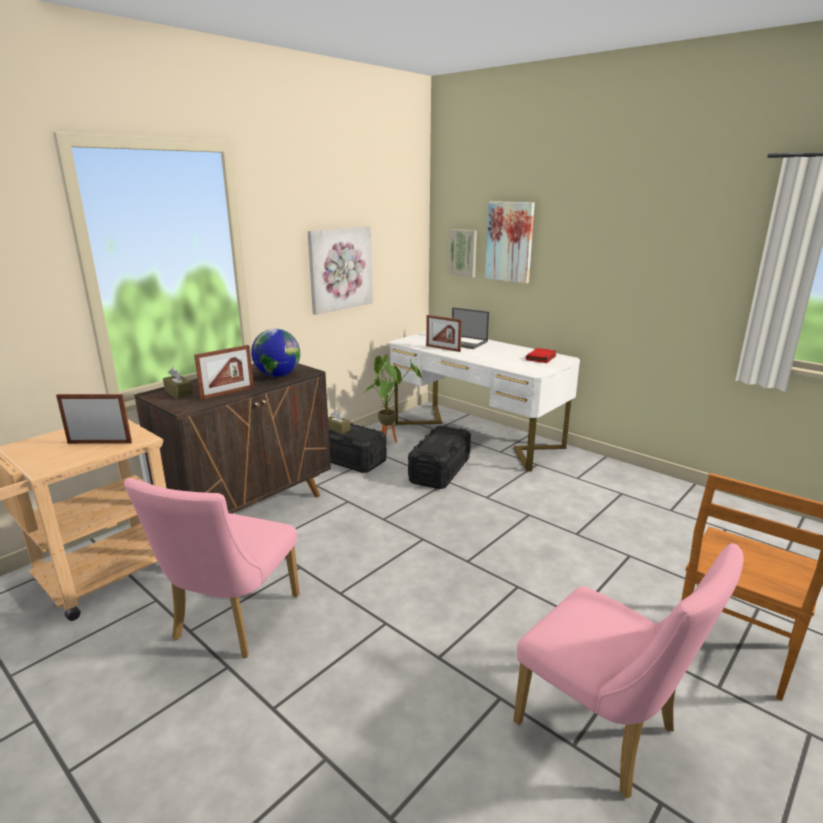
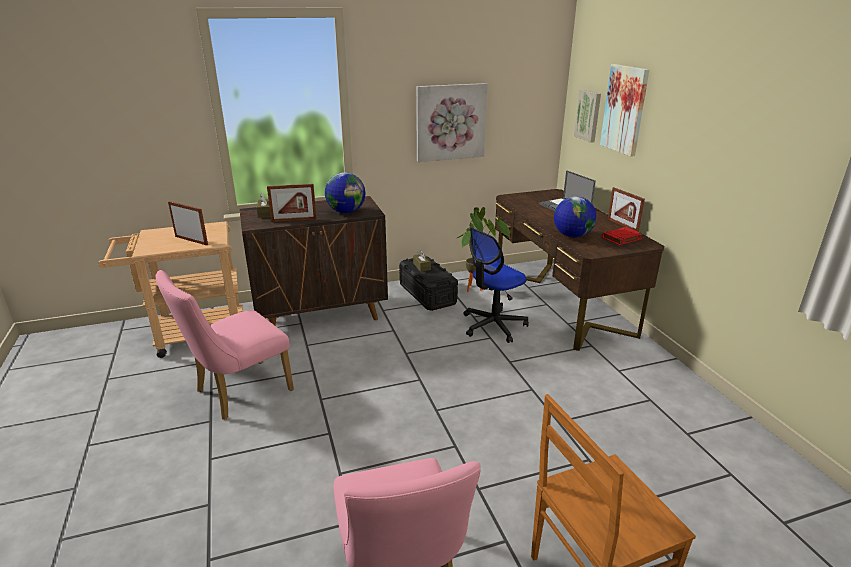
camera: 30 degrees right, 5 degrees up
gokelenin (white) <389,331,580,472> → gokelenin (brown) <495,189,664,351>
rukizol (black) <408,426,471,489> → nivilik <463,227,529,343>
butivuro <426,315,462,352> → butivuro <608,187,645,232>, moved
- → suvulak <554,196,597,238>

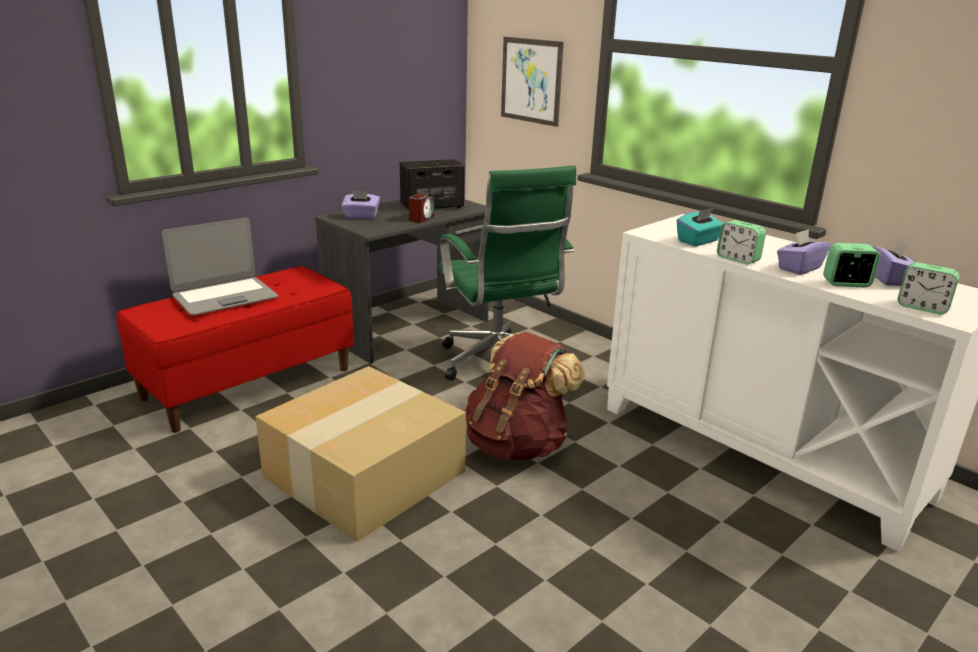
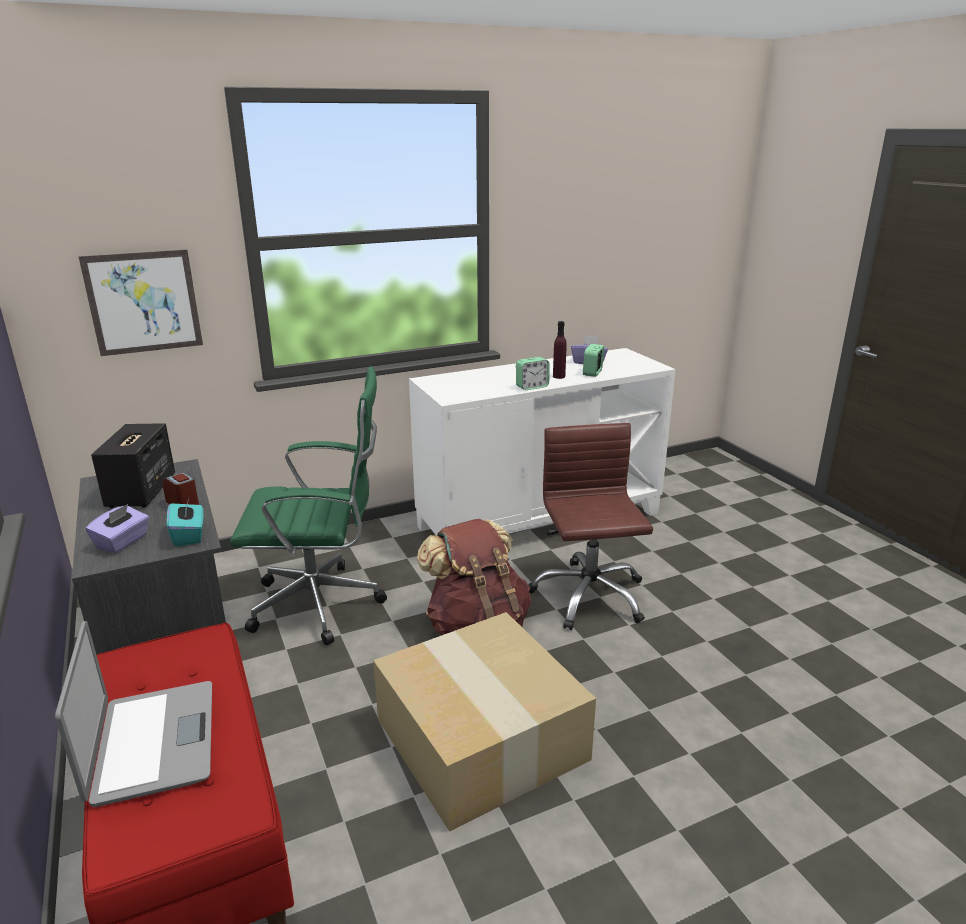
camera: 70 degrees left, 0 degrees up
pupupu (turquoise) <677,208,724,246> → pupupu (turquoise) <167,498,204,547>, moved
pupupu (purple) <777,229,830,275> → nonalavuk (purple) <553,321,567,379>
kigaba <898,262,960,314> → -
- → nivilik (brown) <528,423,653,630>

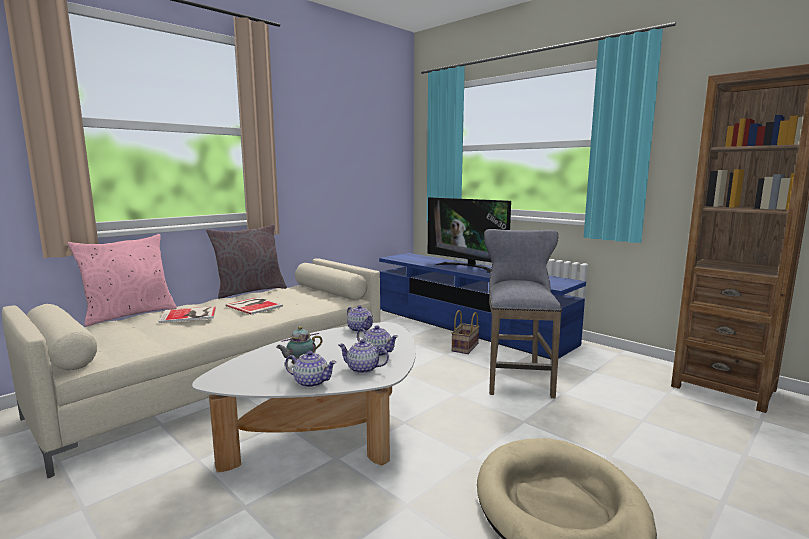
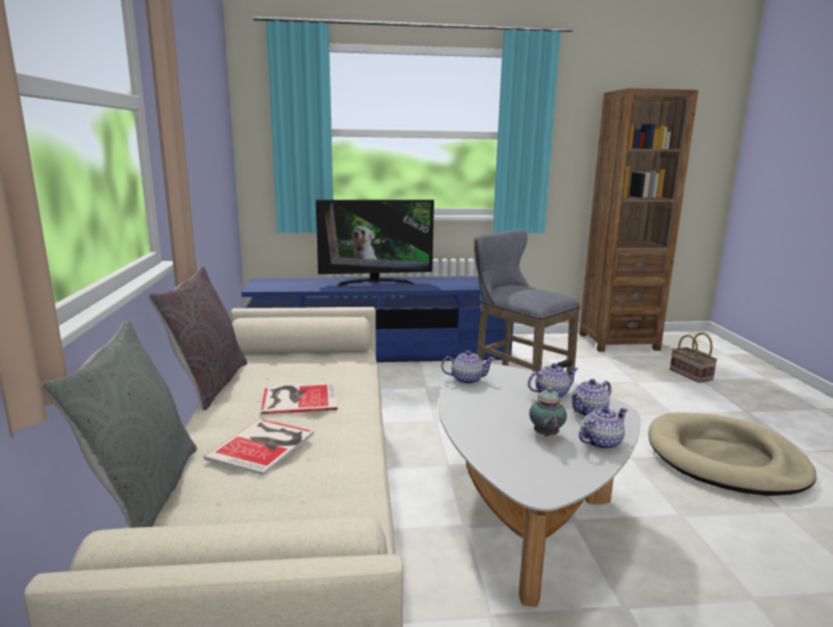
camera: 50 degrees left, 5 degrees up
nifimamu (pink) <67,234,177,327> → nifimamu (grey) <41,320,197,528>
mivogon <451,310,480,354> → mivogon <670,332,718,383>, moved

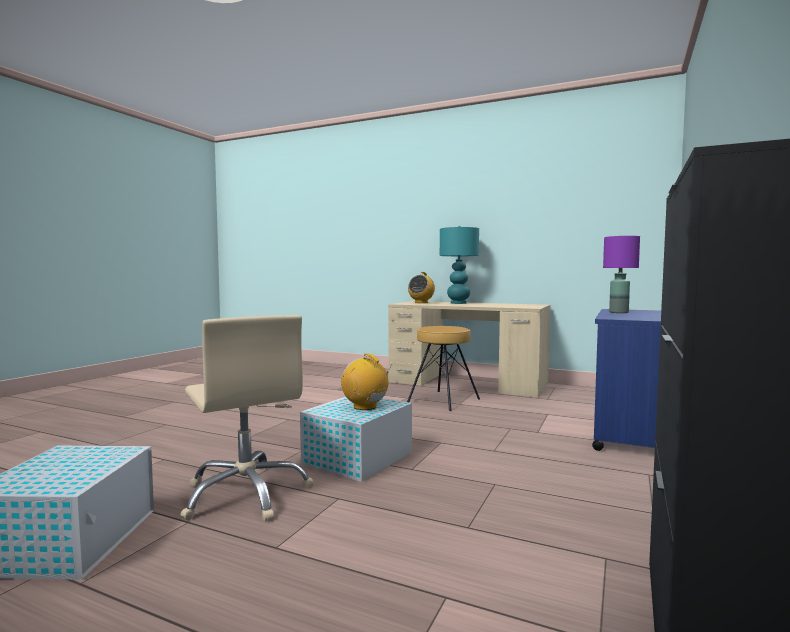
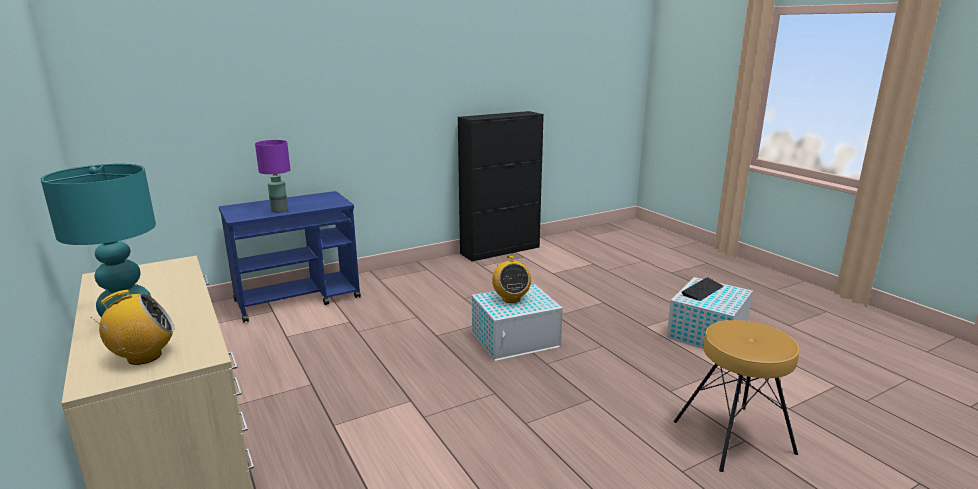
camera: 145 degrees left, 15 degrees up
nivilik (beige) <180,315,314,522> → -
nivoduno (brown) <407,326,480,411> → nivoduno (brown) <673,320,799,472>, moved
- → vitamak <682,277,723,301>

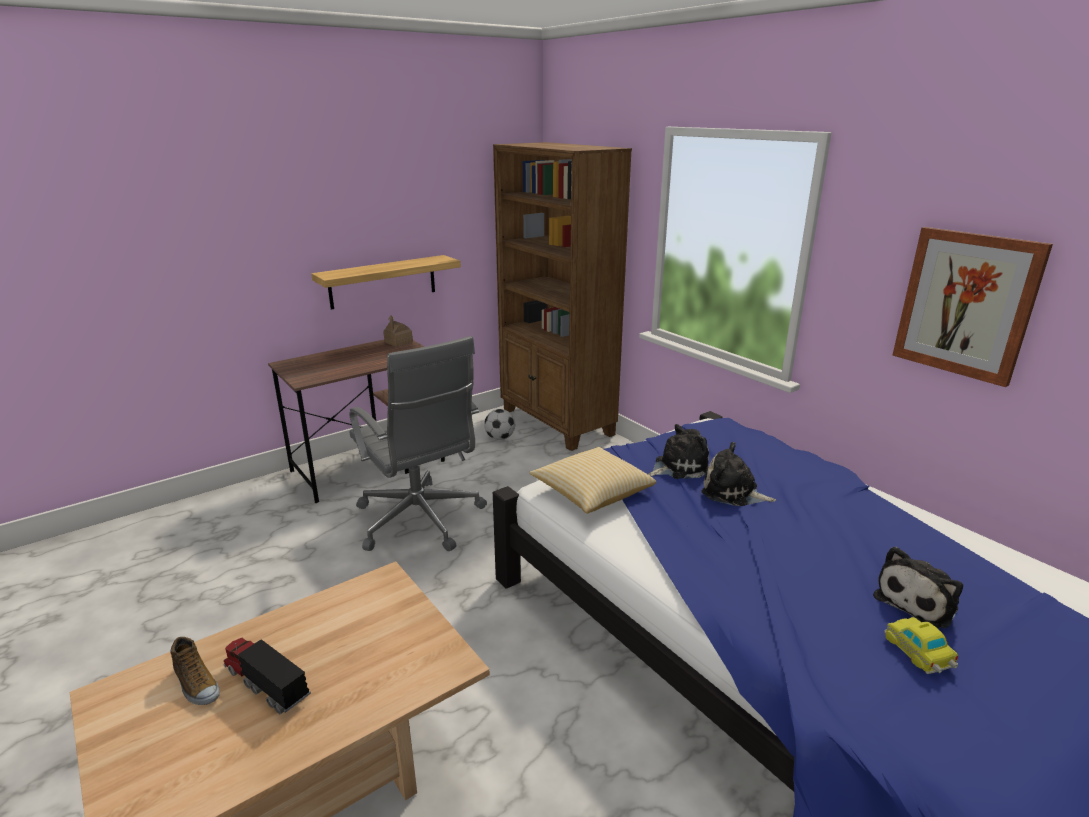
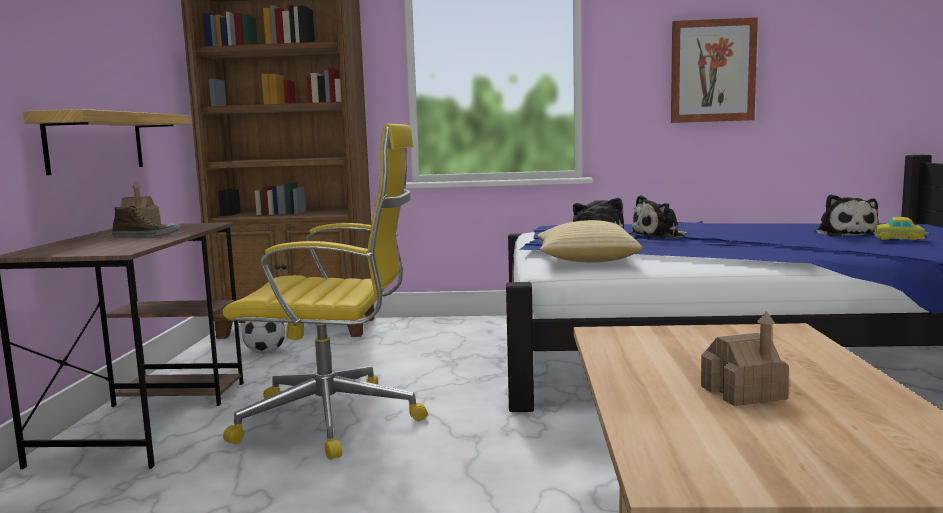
camera: 50 degrees left, 15 degrees down
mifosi <170,637,220,705> → mifosi <112,206,180,237>, moved
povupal <223,638,311,715> → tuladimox <701,311,789,406>
nivilik (grey) <349,336,487,551> → nivilik (yellow) <223,124,427,460>

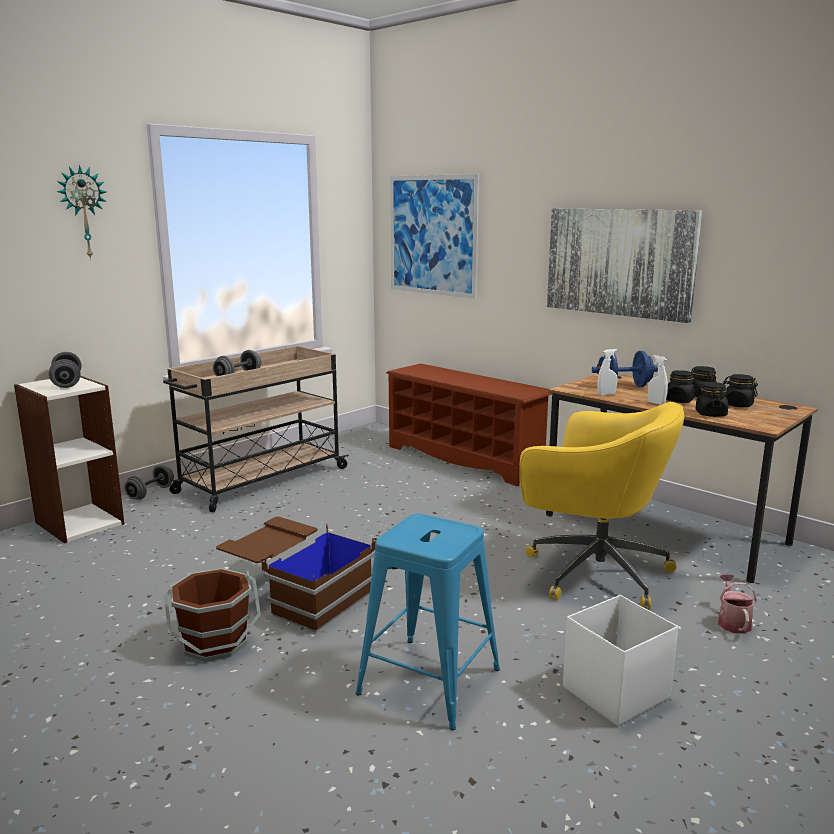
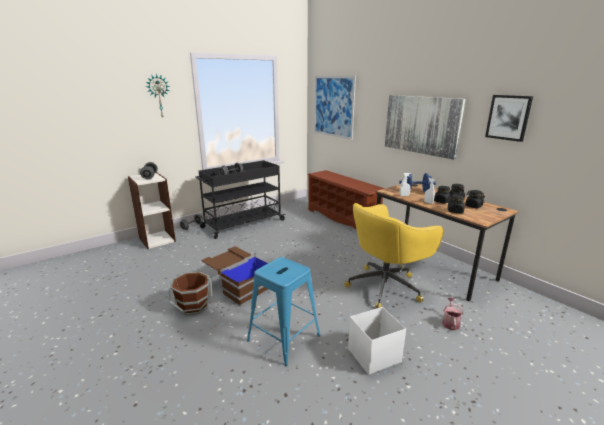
camera: 10 degrees right, 5 degrees up
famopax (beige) <163,346,349,512> → famopax (black) <195,160,285,239>
nivilik (yellow) <519,402,685,609> → nivilik (yellow) <344,203,444,309>, 105 degrees clockwise
- → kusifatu <485,95,533,142>

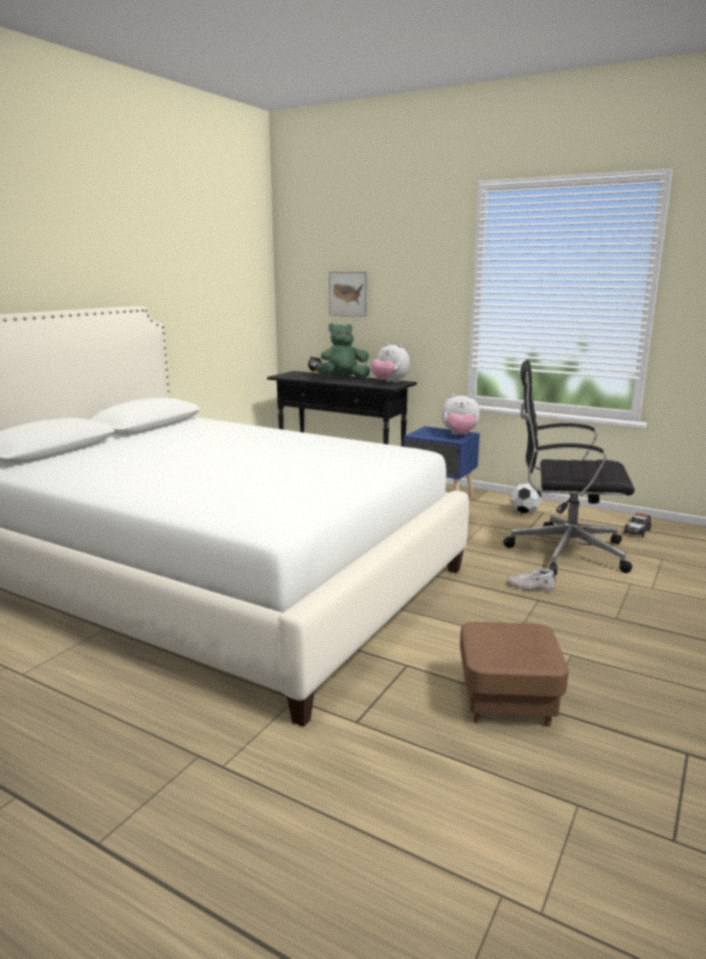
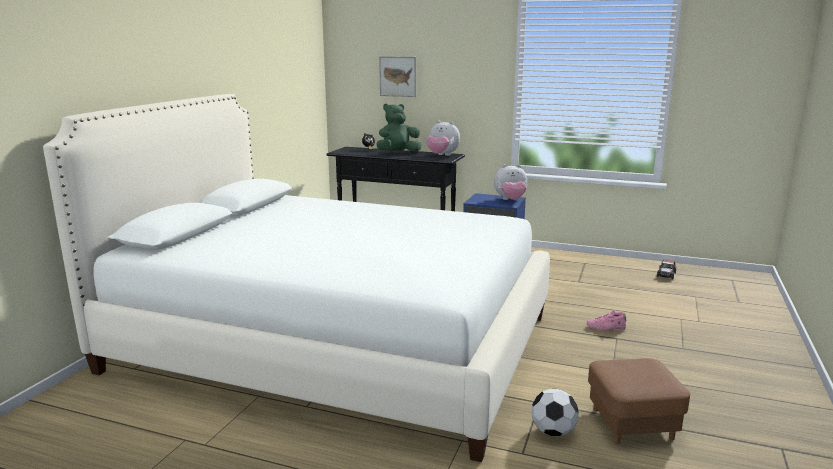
camera: 10 degrees left, 0 degrees up
nivilik (black) <503,359,635,575> → -
mifosi (white) <509,565,556,592> → mifosi (pink) <587,309,626,331>
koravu <511,483,542,513> → koravu <532,389,579,436>, moved

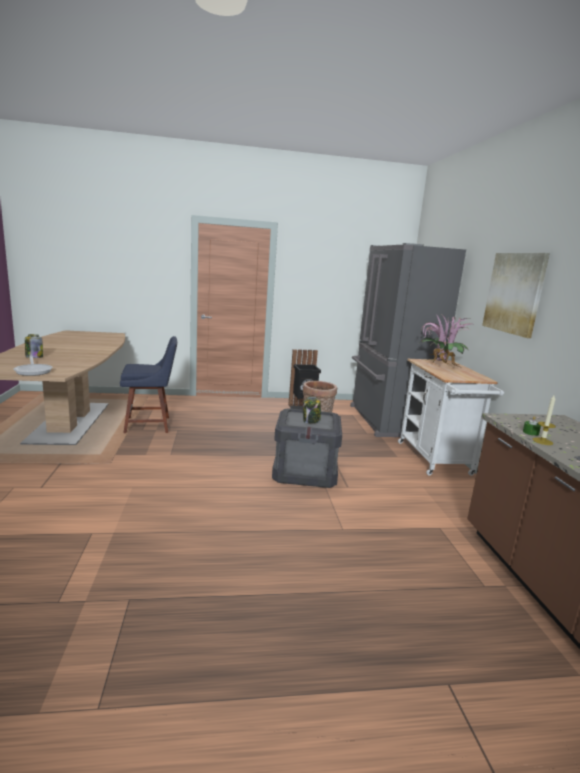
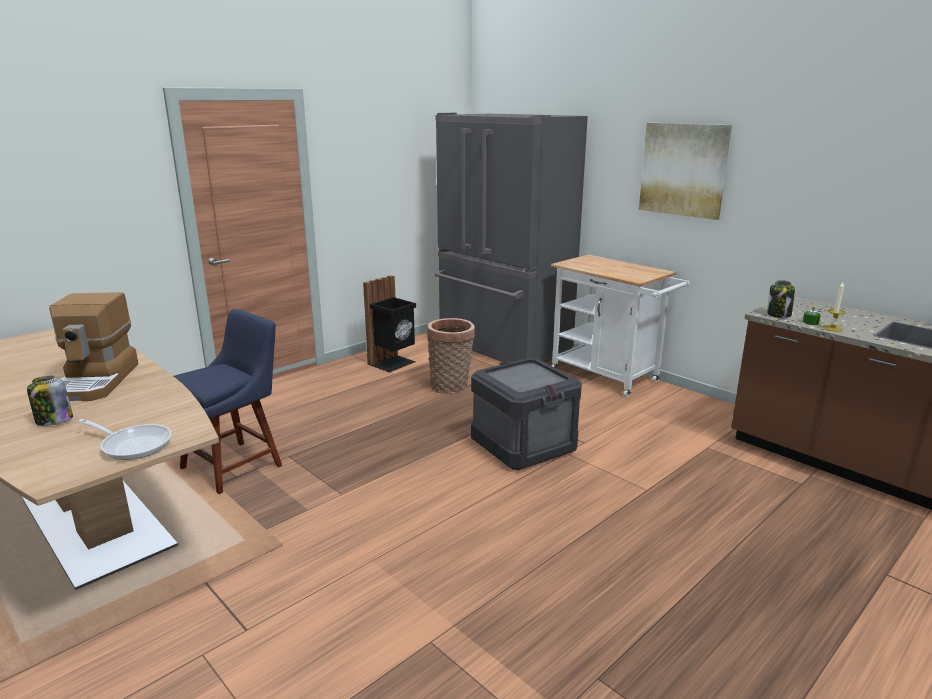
camera: 35 degrees left, 5 degrees up
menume <303,397,321,423> → menume <767,280,795,318>, moved
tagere <419,313,473,367> → -
- → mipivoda <49,292,138,401>

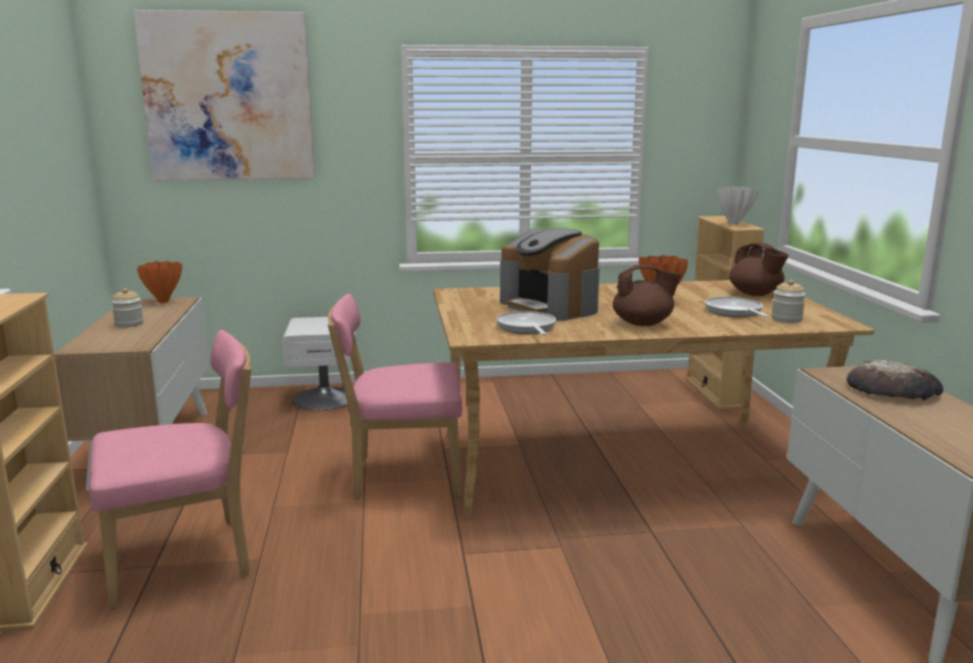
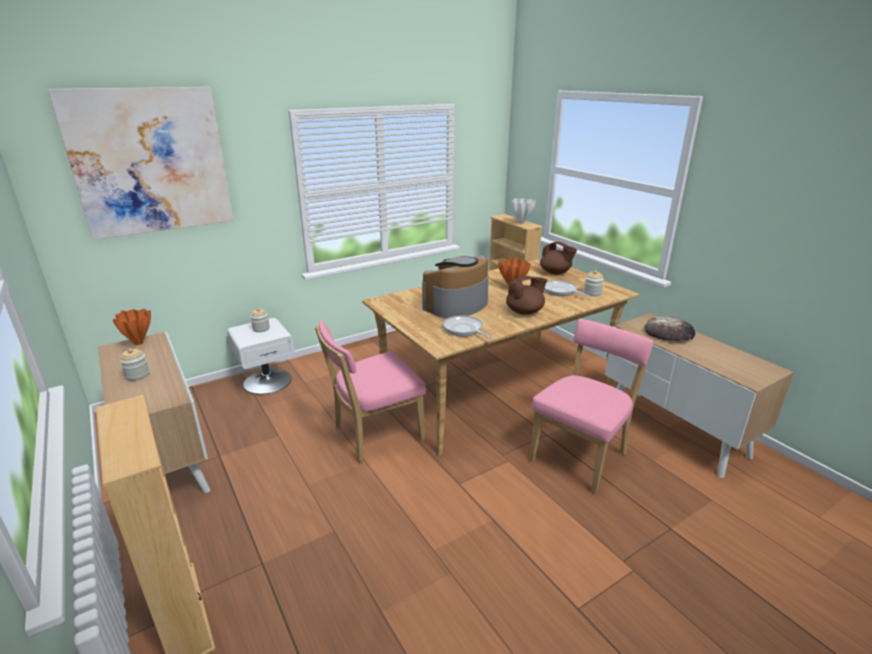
camera: 25 degrees left, 10 degrees up
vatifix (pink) <89,330,252,609> → vatifix (pink) <529,319,653,493>, moved
mipivoda <500,228,600,321> → mipivoda <422,255,489,319>, 105 degrees clockwise
- → menume <250,308,270,332>

